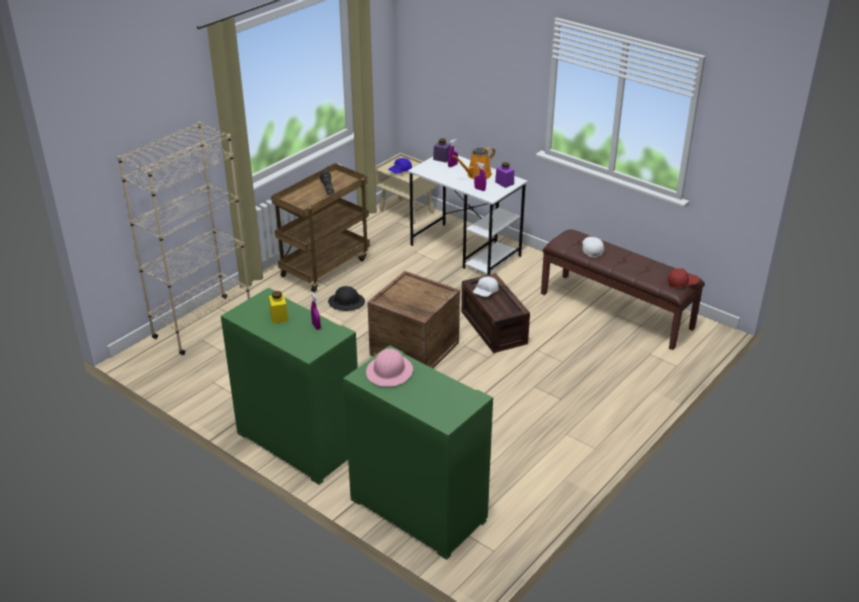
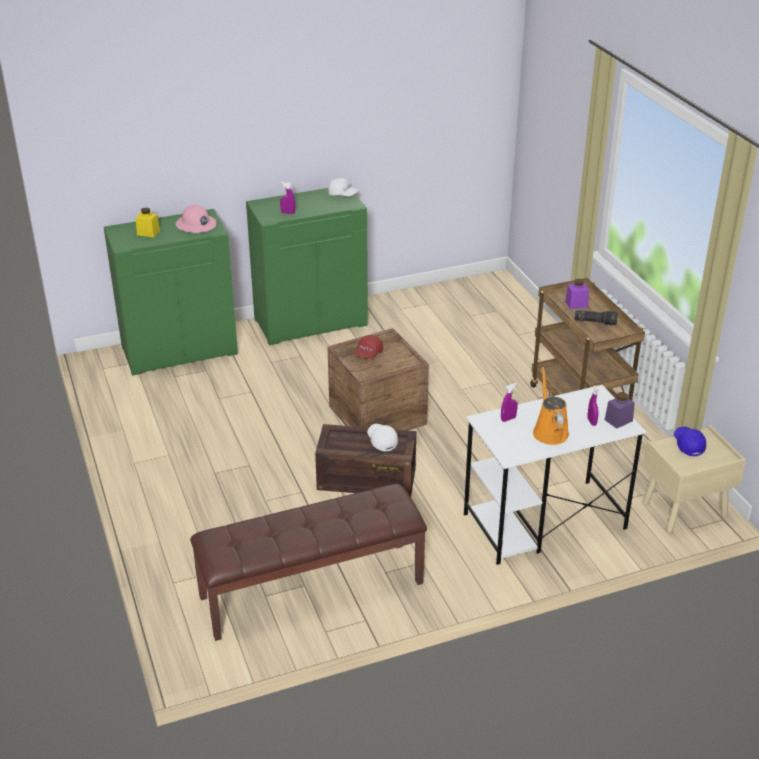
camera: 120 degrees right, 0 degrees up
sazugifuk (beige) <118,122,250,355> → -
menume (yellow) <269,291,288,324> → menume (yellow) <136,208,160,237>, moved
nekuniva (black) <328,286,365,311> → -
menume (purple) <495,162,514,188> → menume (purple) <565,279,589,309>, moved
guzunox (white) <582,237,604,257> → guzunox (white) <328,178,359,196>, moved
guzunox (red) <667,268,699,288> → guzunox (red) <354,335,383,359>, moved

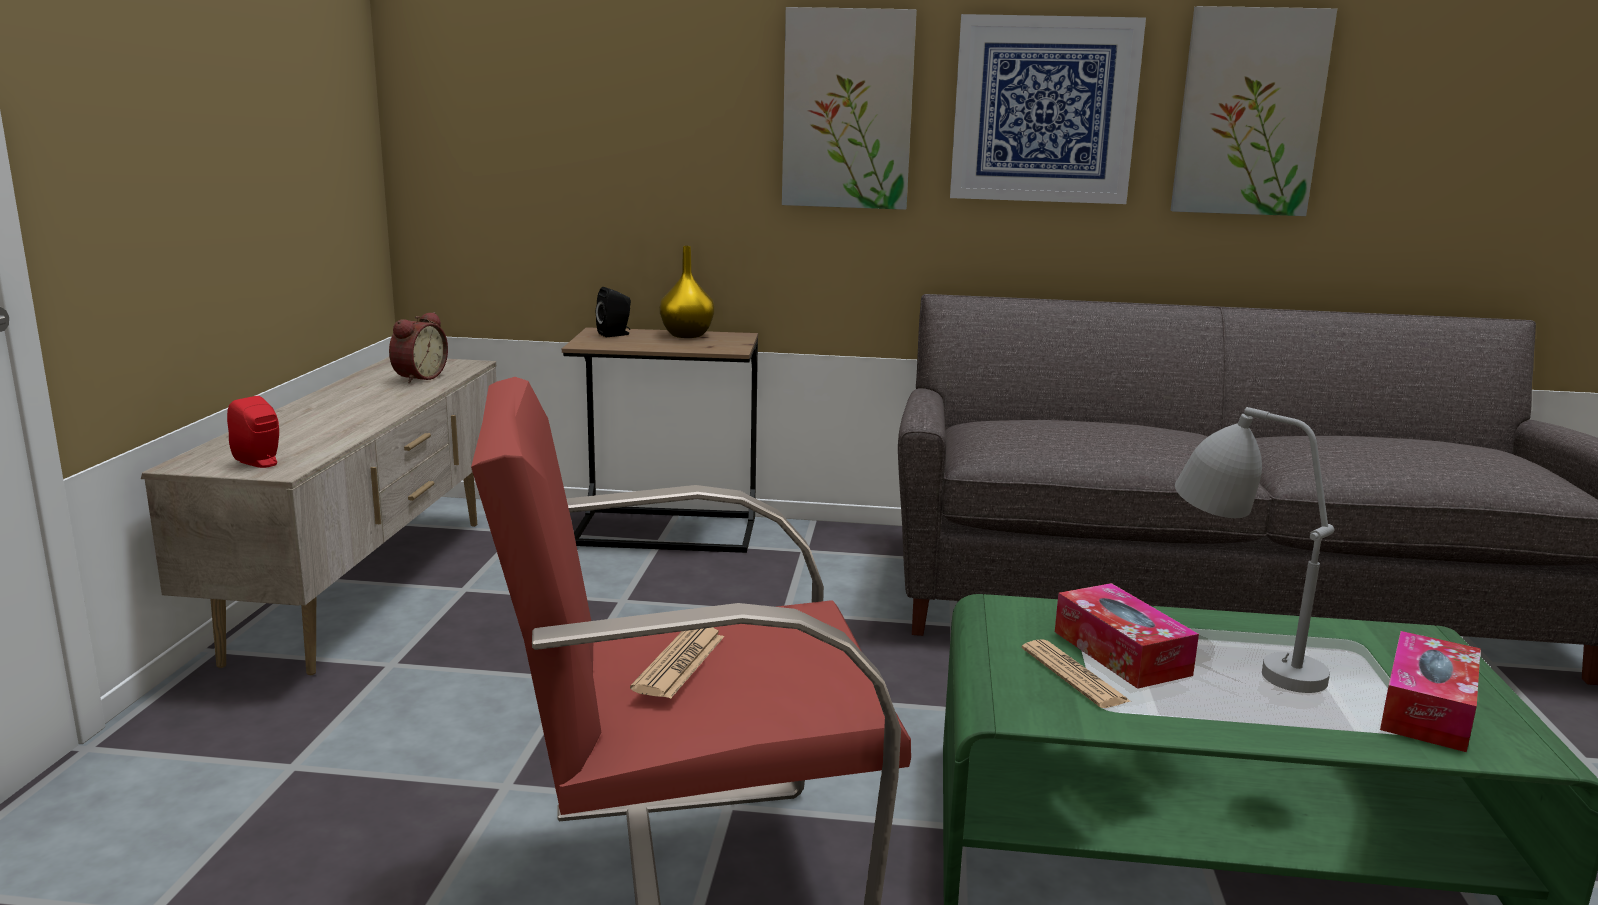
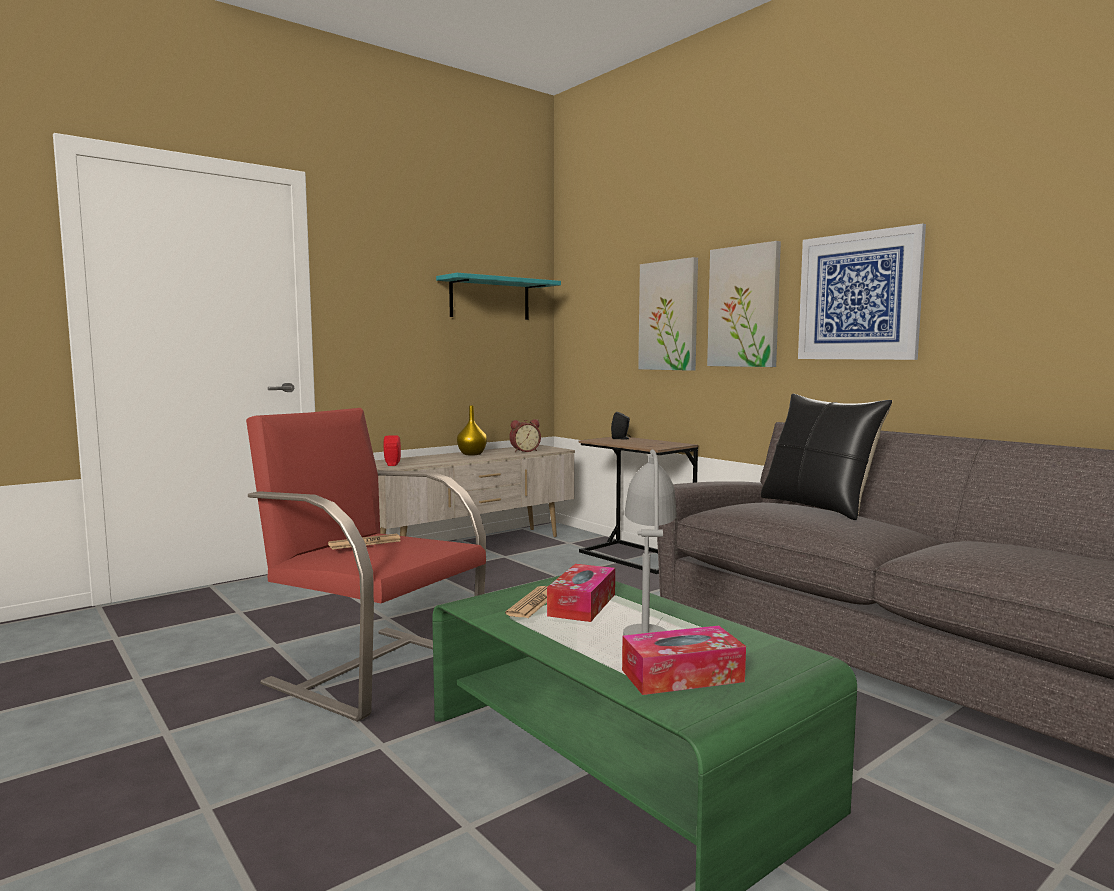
camera: 45 degrees right, 10 degrees down
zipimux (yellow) <660,246,714,338> → zipimux (yellow) <457,405,487,455>, moved
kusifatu <1171,6,1337,216> → kusifatu <638,257,698,371>, moved
- → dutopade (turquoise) <436,273,561,320>
- → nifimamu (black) <761,394,892,520>

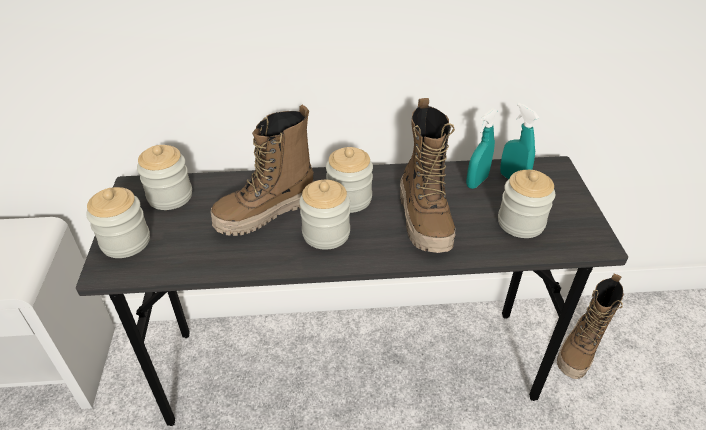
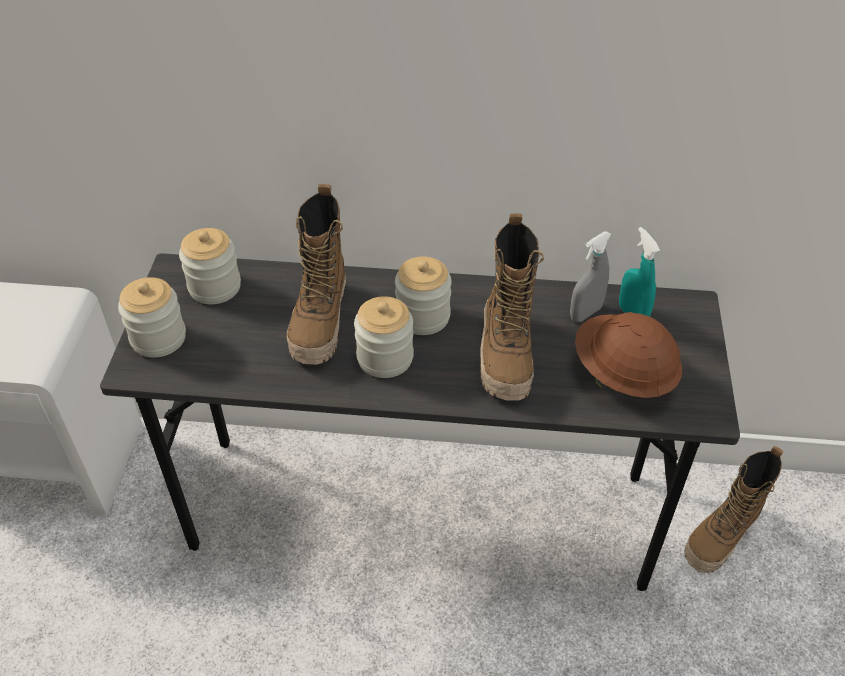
camera: 10 degrees right, 5 degrees up
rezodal <211,105,314,236> → rezodal <287,184,346,365>, 60 degrees counterclockwise
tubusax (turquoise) <466,108,497,189> → tubusax (grey) <570,231,612,322>
menume <498,170,555,238> → nekuniva (brown) <575,312,682,398>

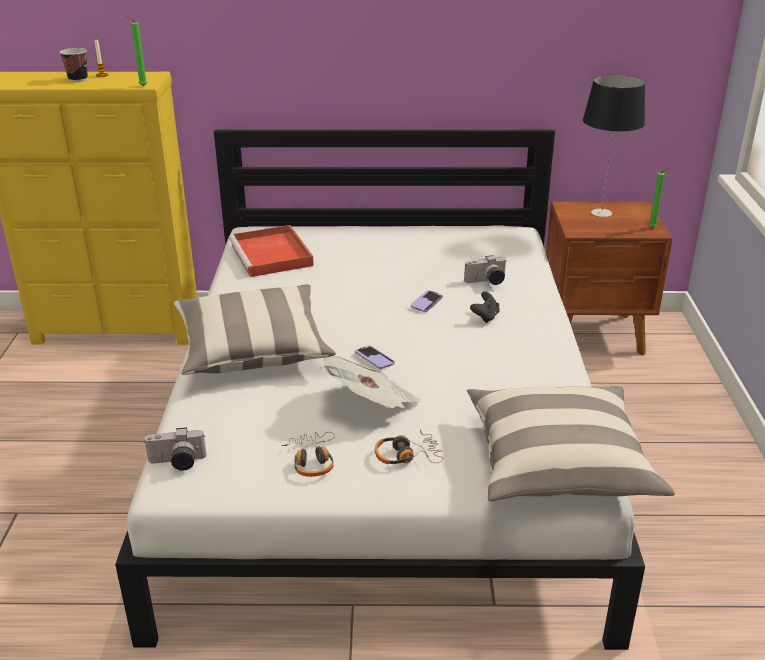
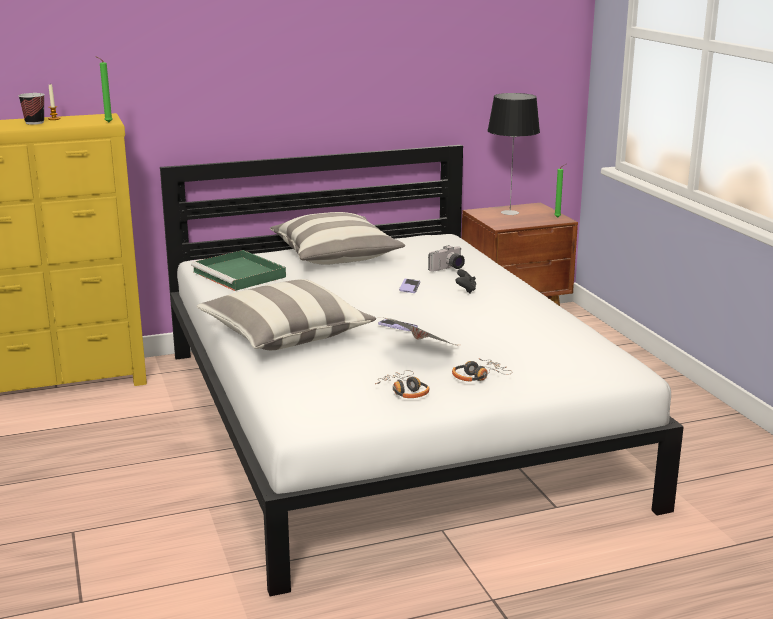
camera: 20 degrees left, 10 degrees down
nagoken <144,427,207,471> → -
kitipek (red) <229,225,314,277> → kitipek (green) <191,250,286,291>
nifimamu <467,386,675,501> → nifimamu <270,212,405,265>, moved

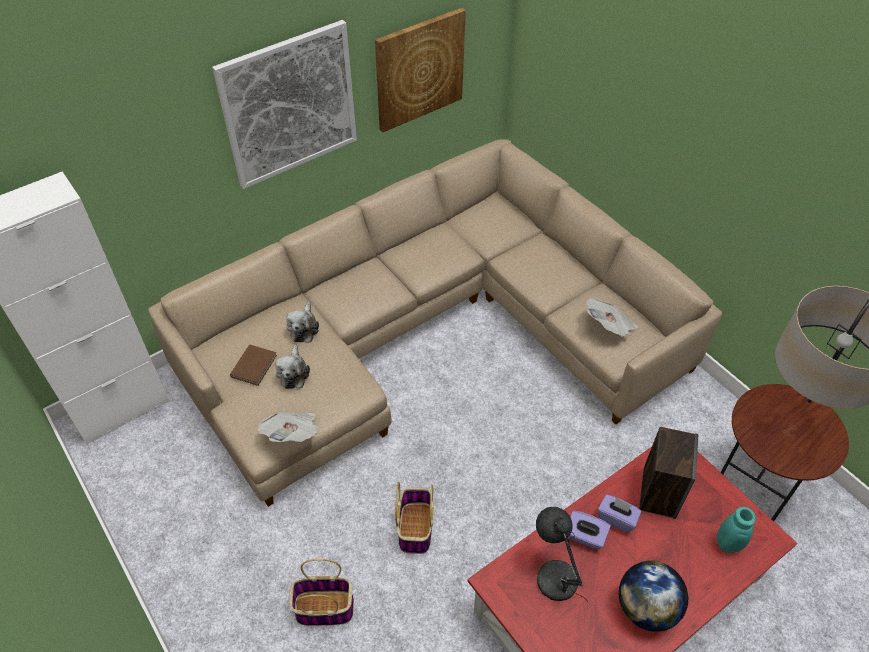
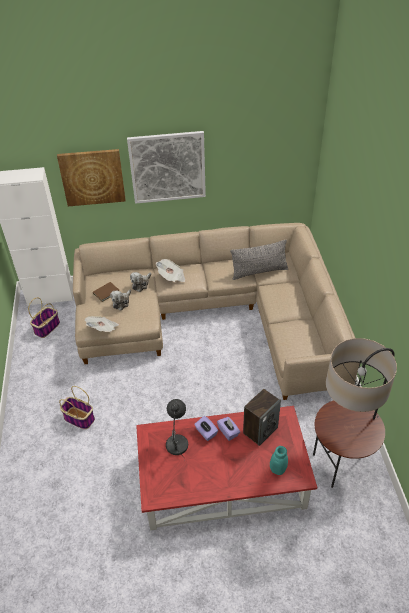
camera: 30 degrees right, 5 degrees down
kusifatu <375,8,466,132> → kusifatu <57,149,126,206>, moved
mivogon <395,482,434,554> → mivogon <28,297,60,338>, moved
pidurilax <586,297,638,337> → pidurilax <156,259,185,282>, moved
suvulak <619,561,688,632> → -
- → nifimamu (grey) <230,240,288,280>

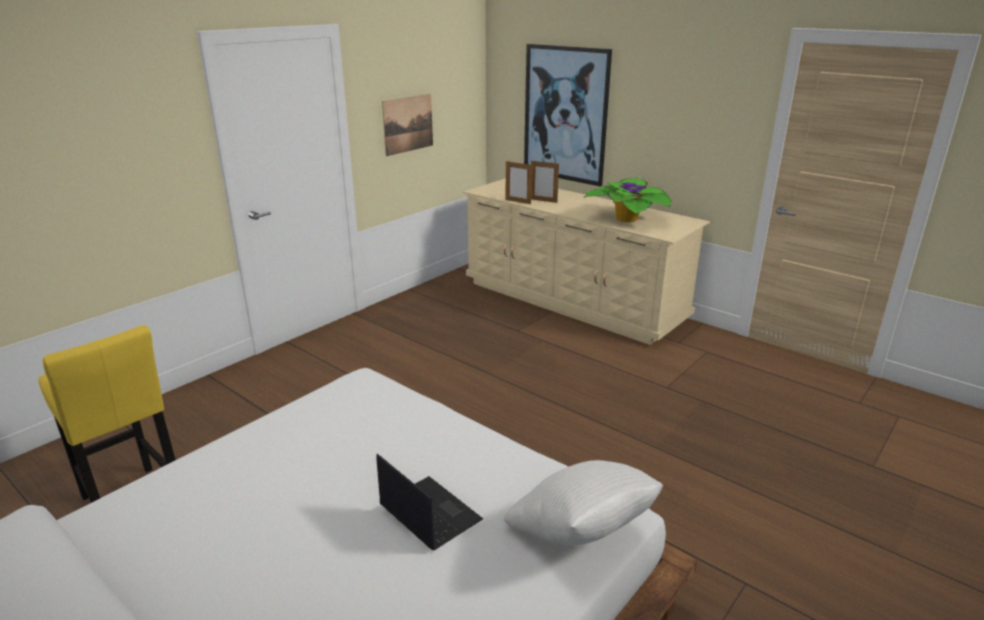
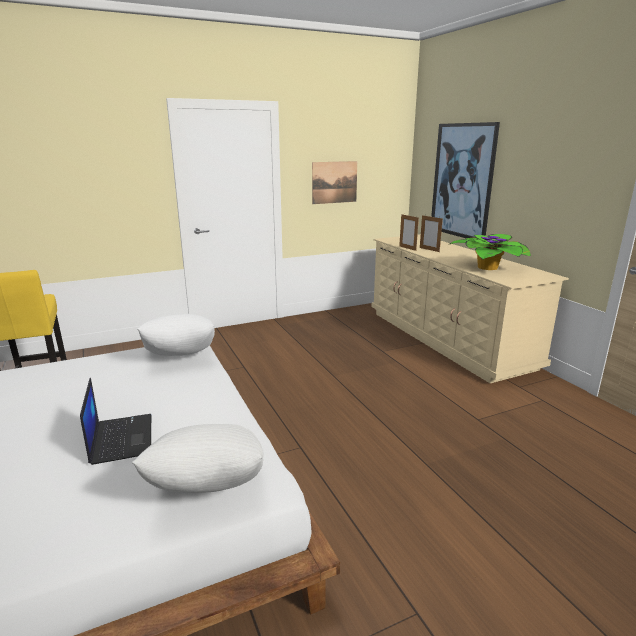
camera: 25 degrees right, 5 degrees down
- → nifimamu (white) <137,314,215,356>

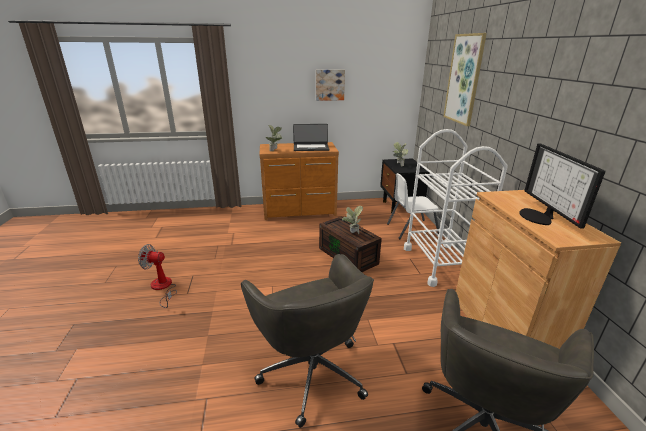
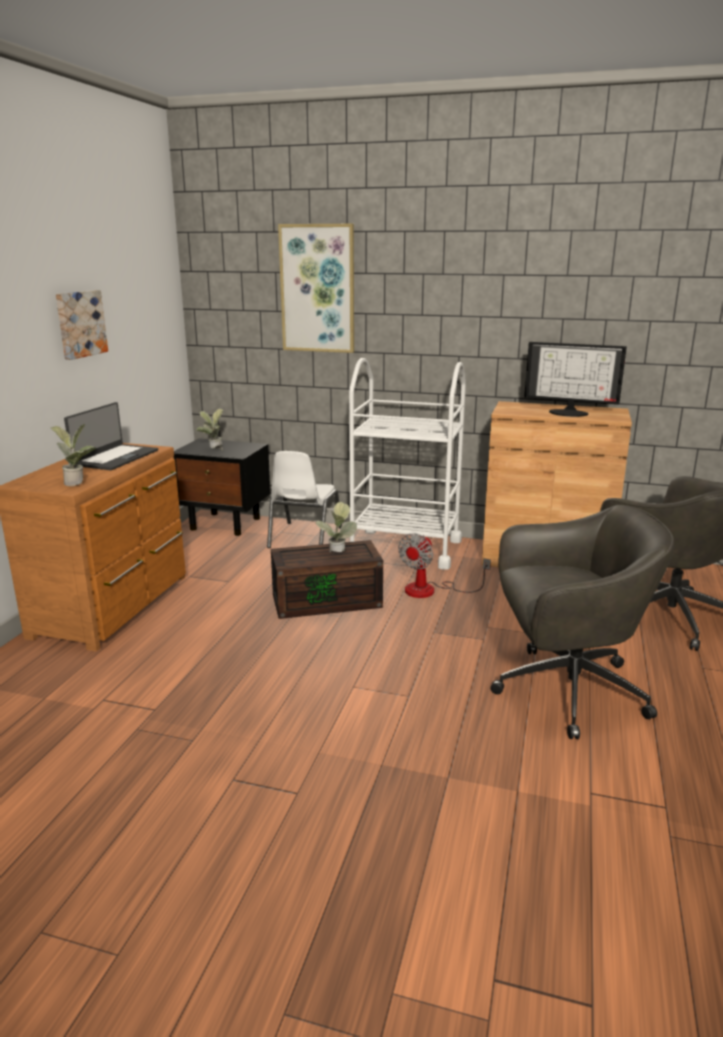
camera: 65 degrees left, 5 degrees down
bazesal <138,244,177,308> → bazesal <398,533,491,598>, moved

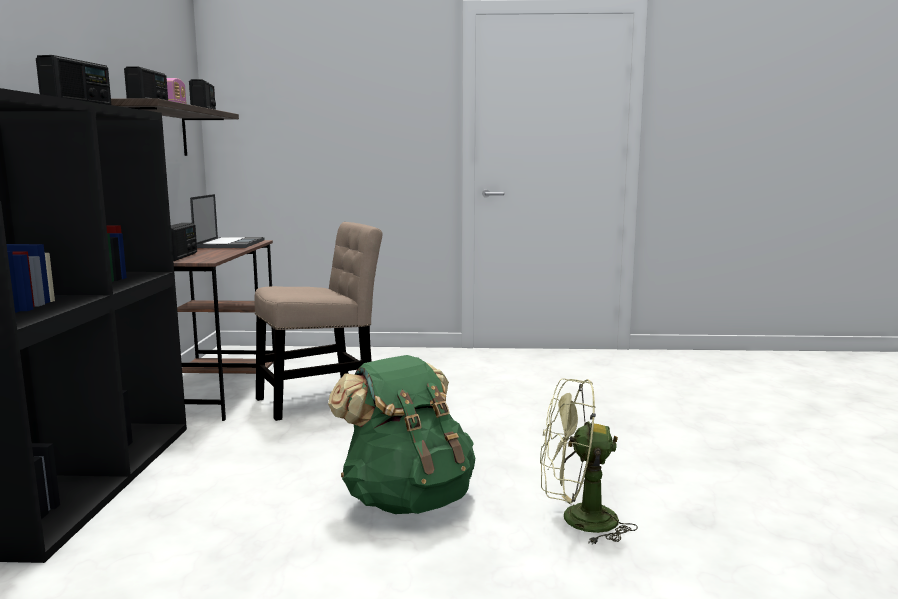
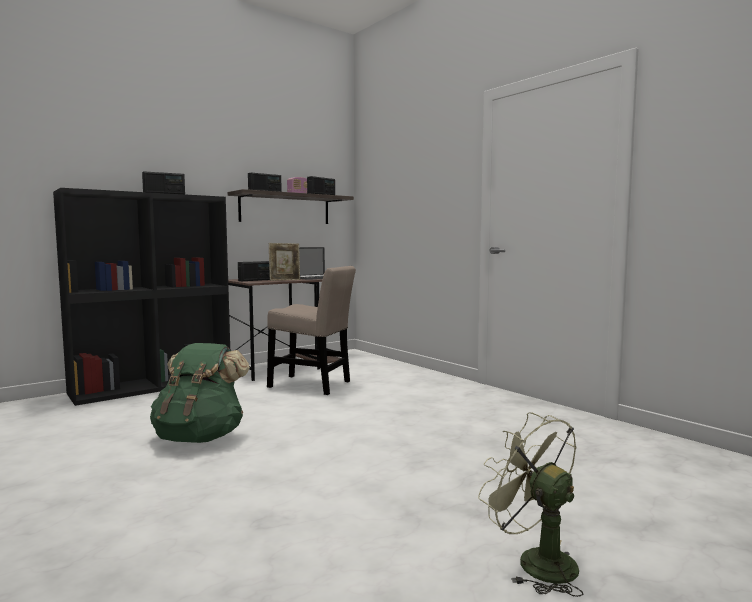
camera: 50 degrees right, 5 degrees down
bazesal (green) <540,378,638,545> → bazesal (green) <478,412,583,597>, moved
- → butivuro <269,243,300,281>

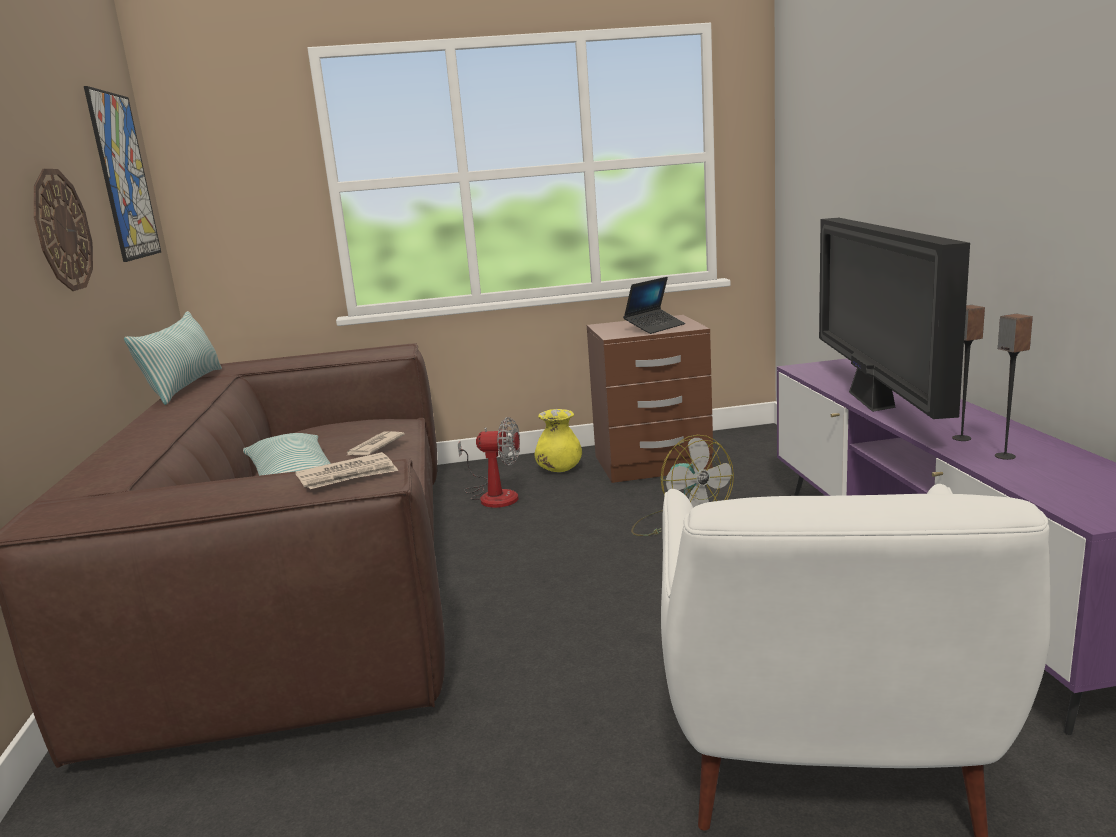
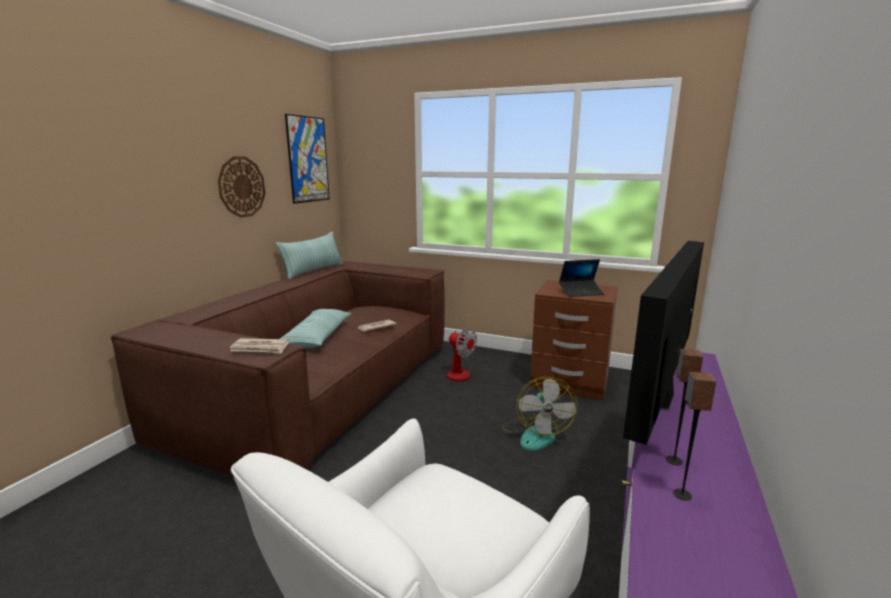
camera: 30 degrees right, 0 degrees up
zipimux (yellow) <534,409,582,472> → -

